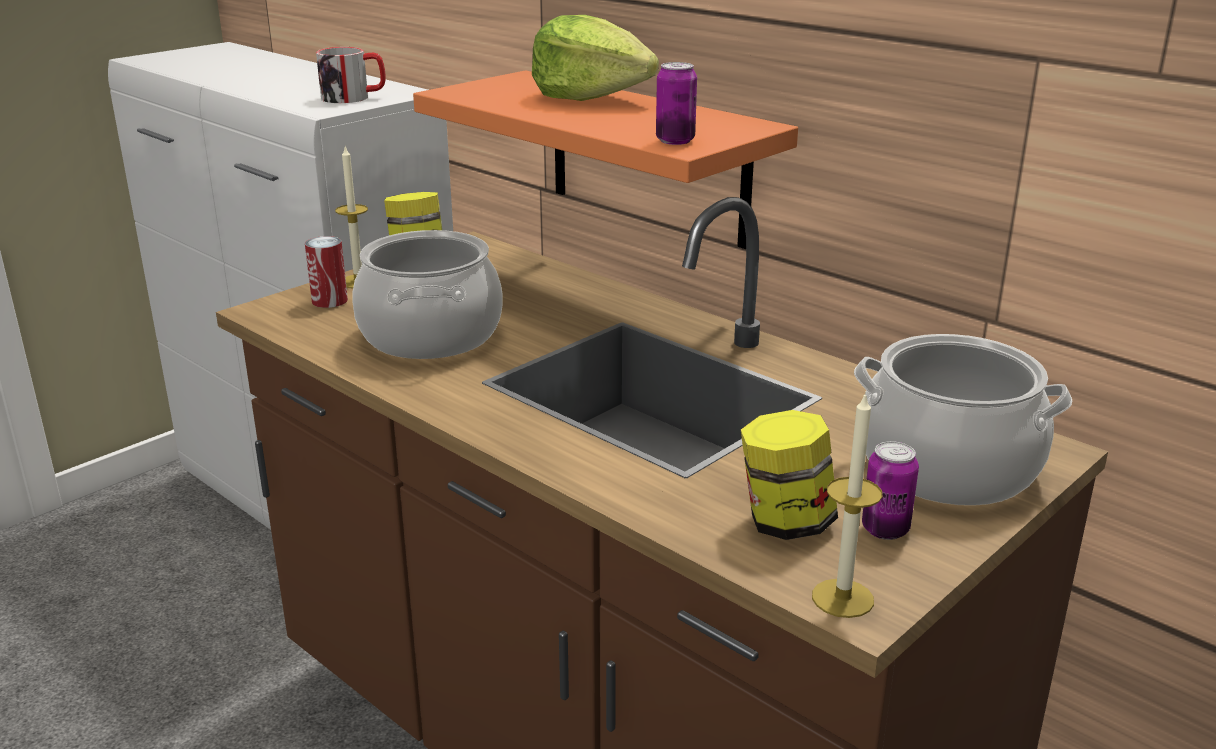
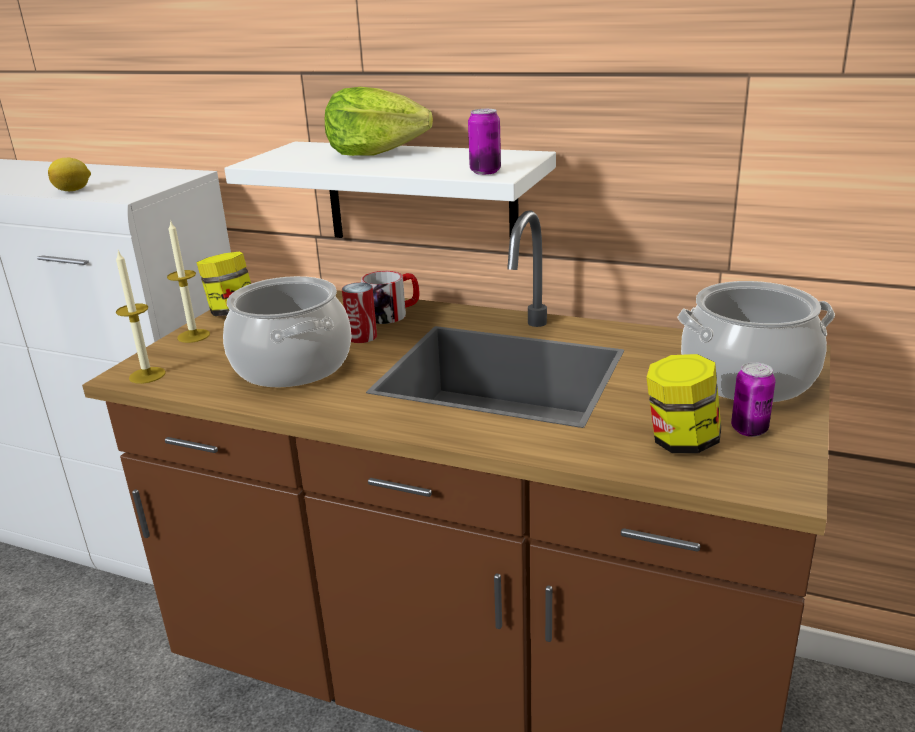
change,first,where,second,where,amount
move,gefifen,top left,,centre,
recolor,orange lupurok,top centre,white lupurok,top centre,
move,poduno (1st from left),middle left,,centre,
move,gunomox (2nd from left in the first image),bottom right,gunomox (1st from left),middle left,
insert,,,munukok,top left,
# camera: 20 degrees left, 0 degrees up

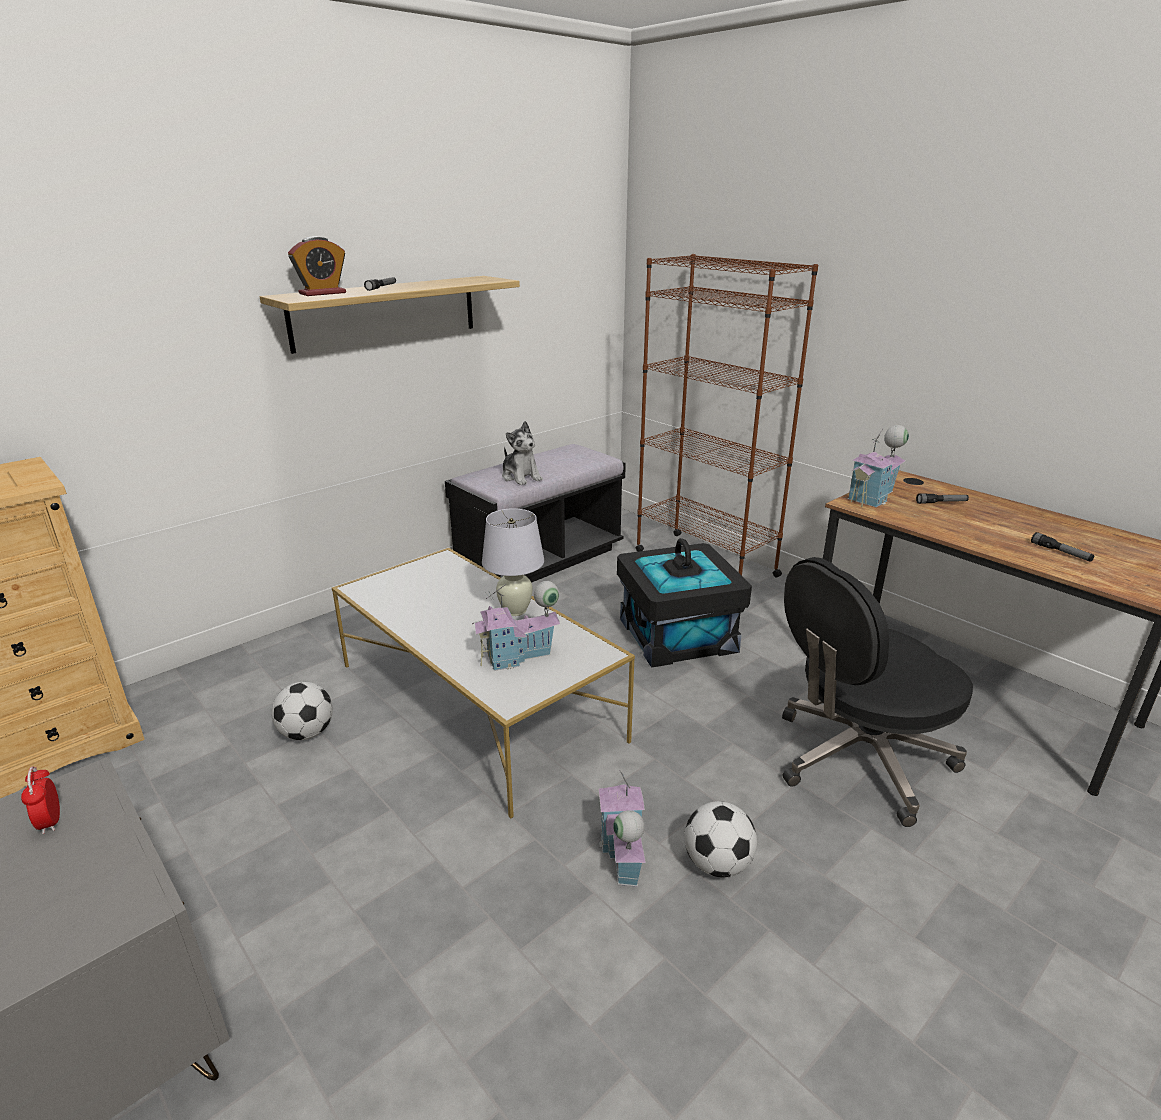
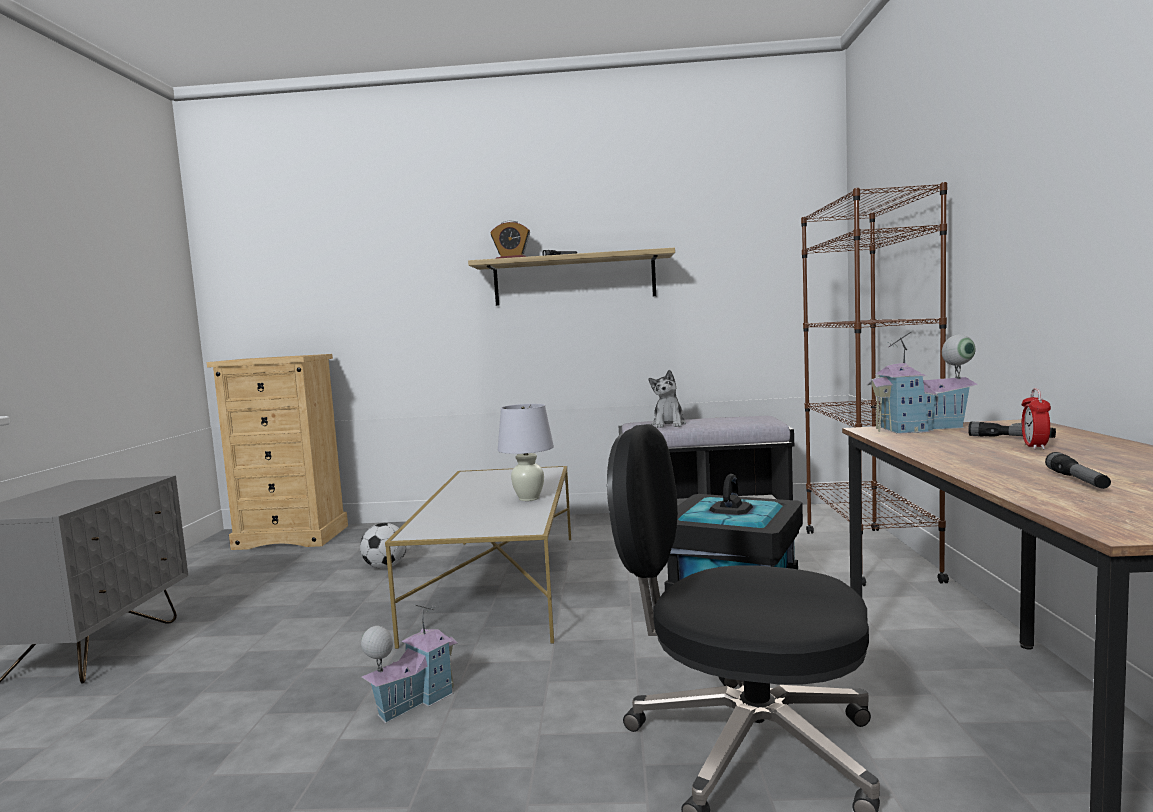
change,first,where,second,where,amount
delete,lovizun (1st from left),centre,,,
move,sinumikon (1st from left in the first image),bottom left,sinumikon (2nd from left),middle right,
delete,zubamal (2nd from left),bottom centre,,,
# camera: 45 degrees right, 20 degrees down

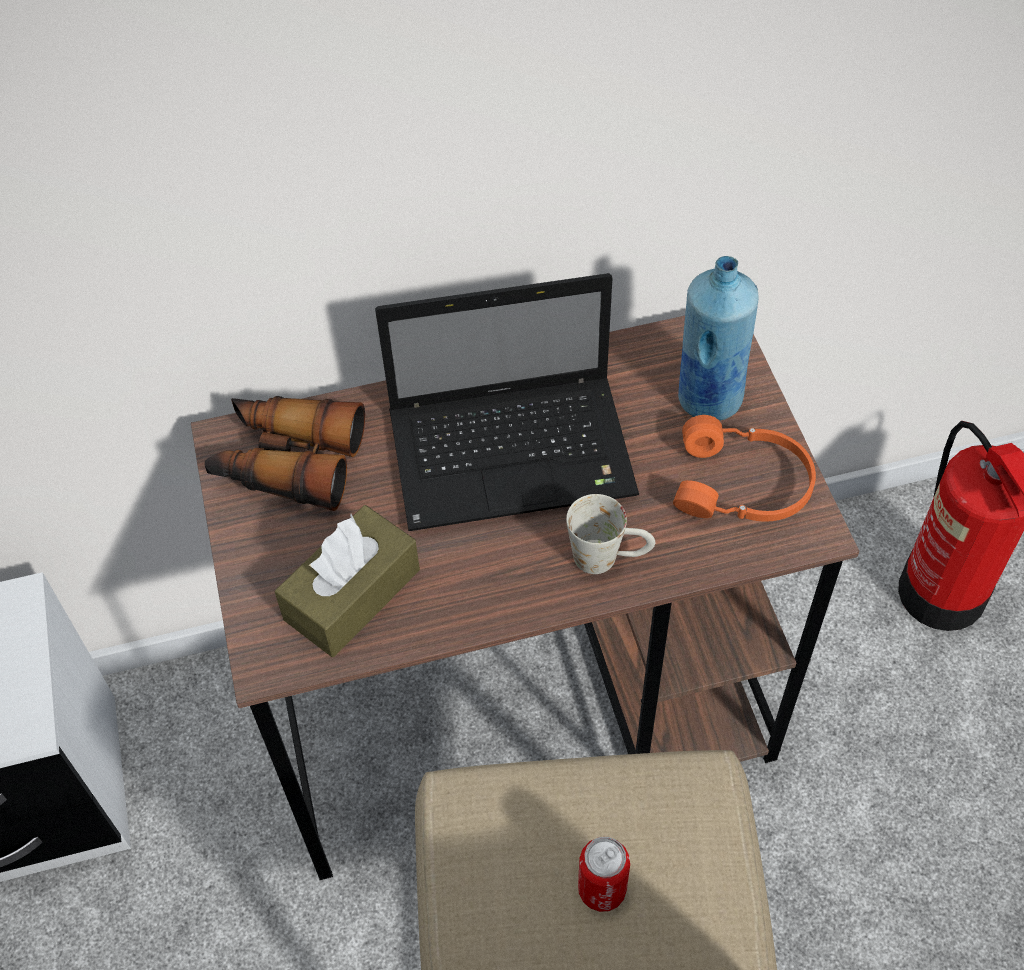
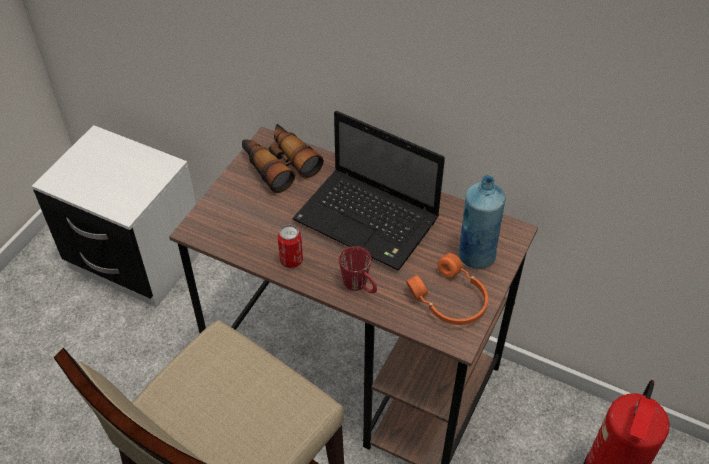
change,first,where,second,where,amount
recolor,white gefifen,centre,red gefifen,centre,
delete,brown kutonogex,centre,,,
move,poduno,bottom centre,,centre,
# camera: 40 degrees right, 5 degrees down

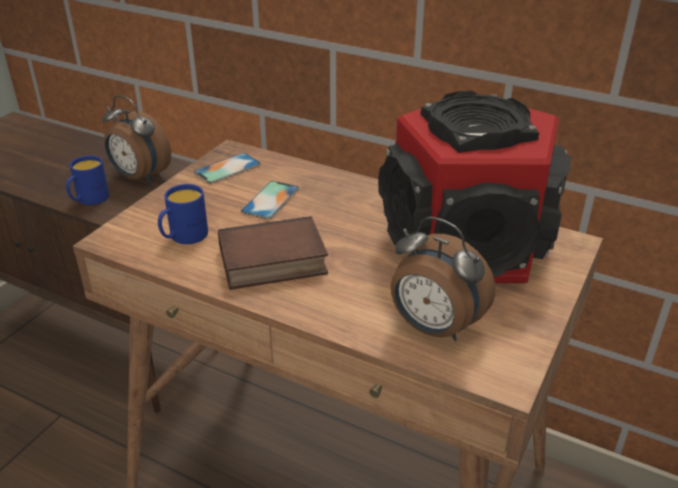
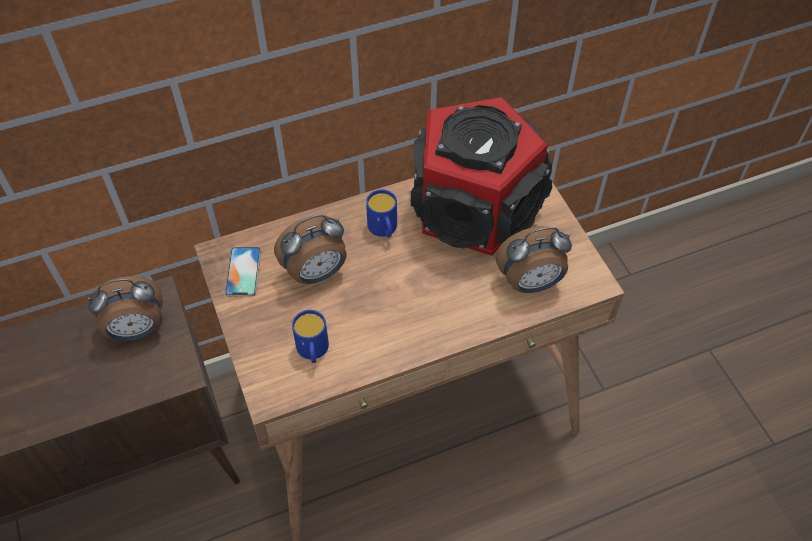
change,first,where,second,where,amount
move,blue gefifen (1st from left in the first image),middle left,blue gefifen (2nd from left),centre,
replace,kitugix (2nd from left),centre,sinumikon (2nd from left),centre,
delete,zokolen,centre,,,
# camera: 50 degrees left, 20 degrees up

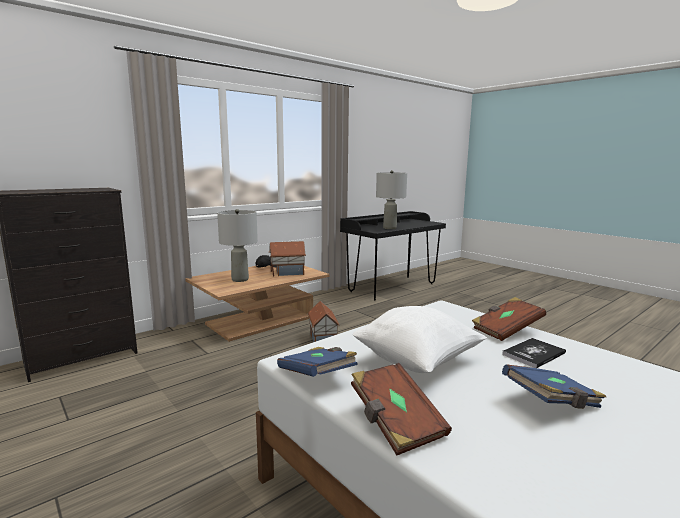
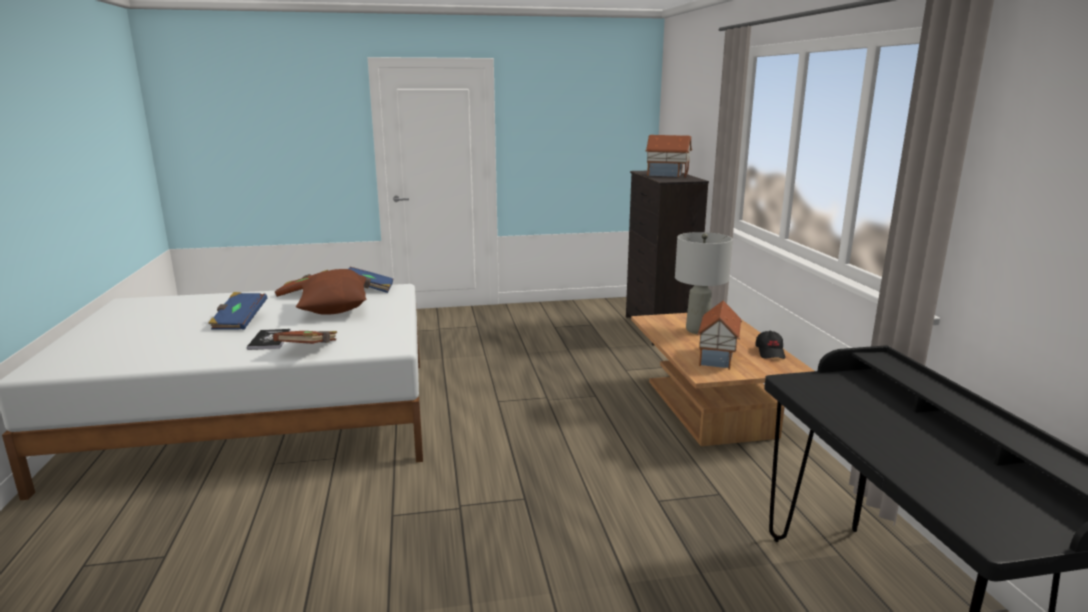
change,first,where,second,where,amount
delete,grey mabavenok (2nd from left),centre,,,
move,lovizun (2nd from left in the first image),centre,lovizun (1st from left),top centre,
recolor,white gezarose,centre,brown gezarose,middle left,
# camera: 120 degrees right, 5 degrees up

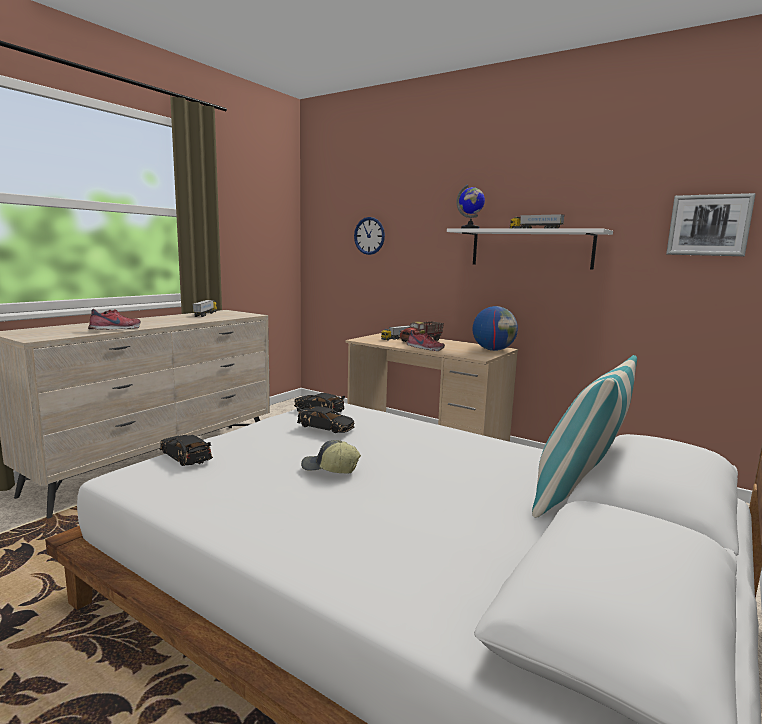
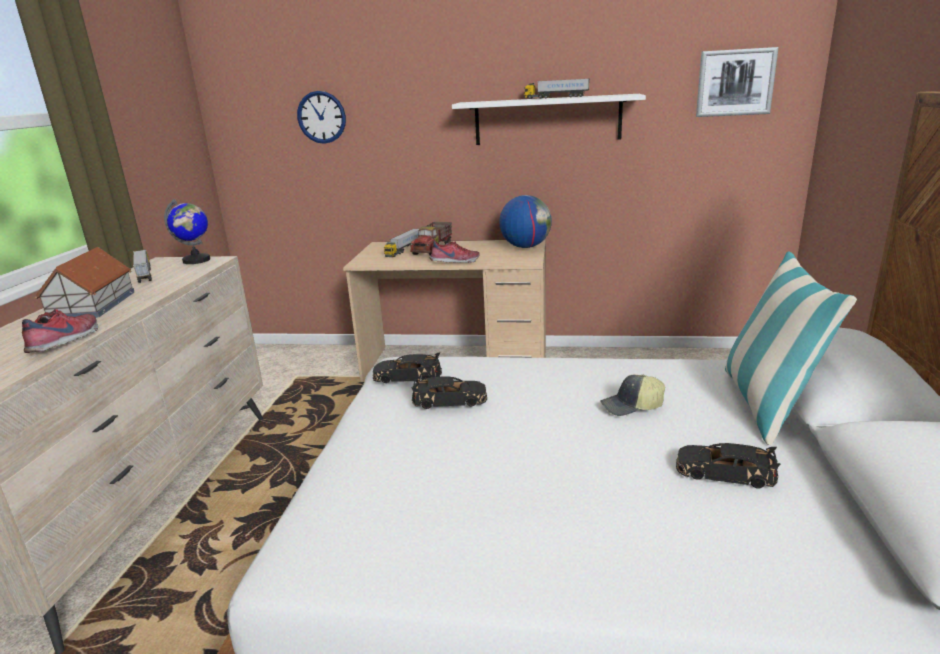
change,first,where,second,where,amount
move,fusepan (1st from left),top centre,,middle left,
move,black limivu (1st from left in the first image),middle left,black limivu (3rd from left),bottom right,
move,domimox,centre,,middle right,
insert,,,lovizun,middle left,
# camera: 25 degrees left, 10 degrees up

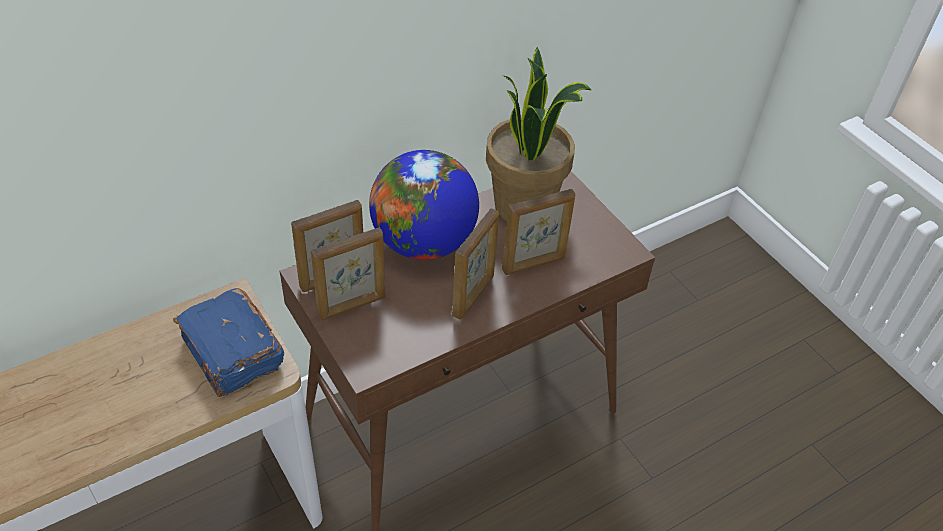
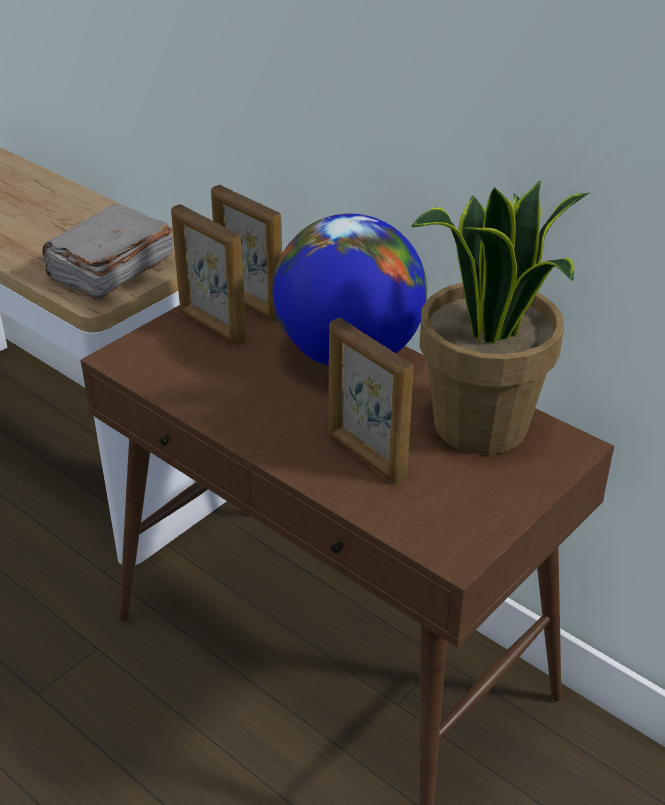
change,first,where,second,where,amount
delete,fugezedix (3rd from left),centre,,,
recolor,blue zokolen,middle left,grey zokolen,top left,
# camera: 75 degrees right, 10 degrees down

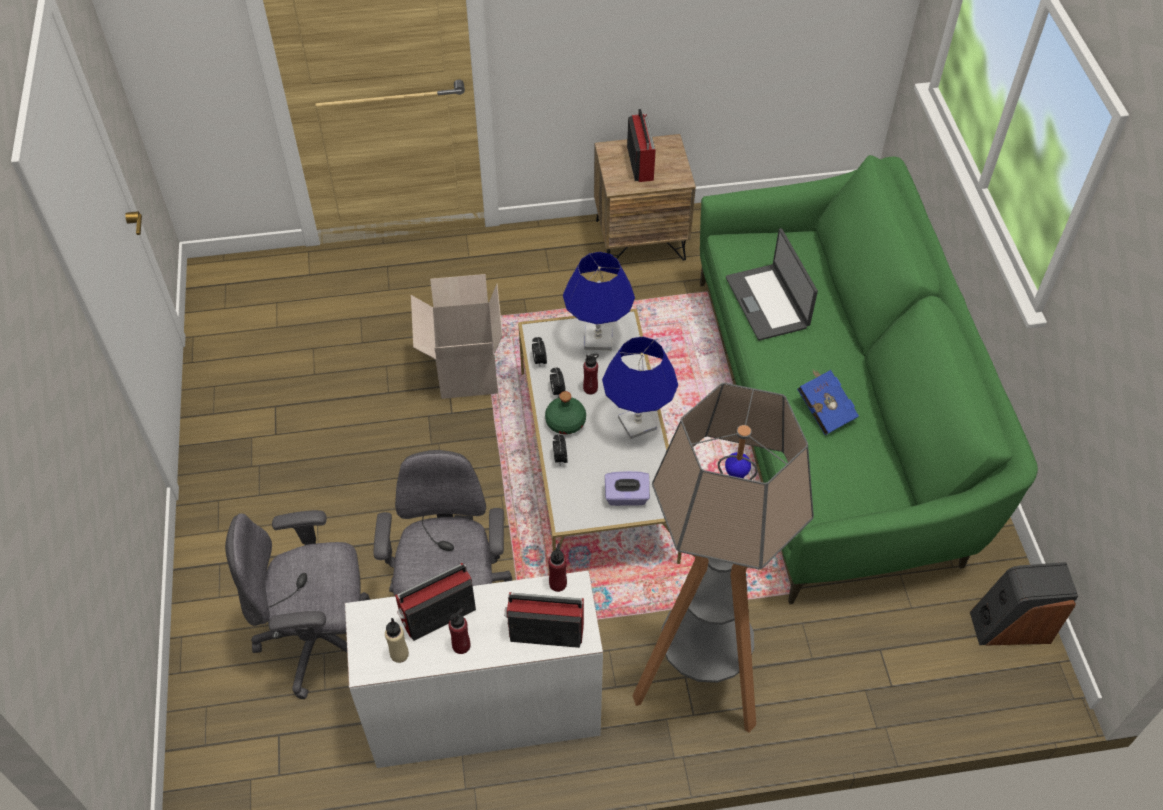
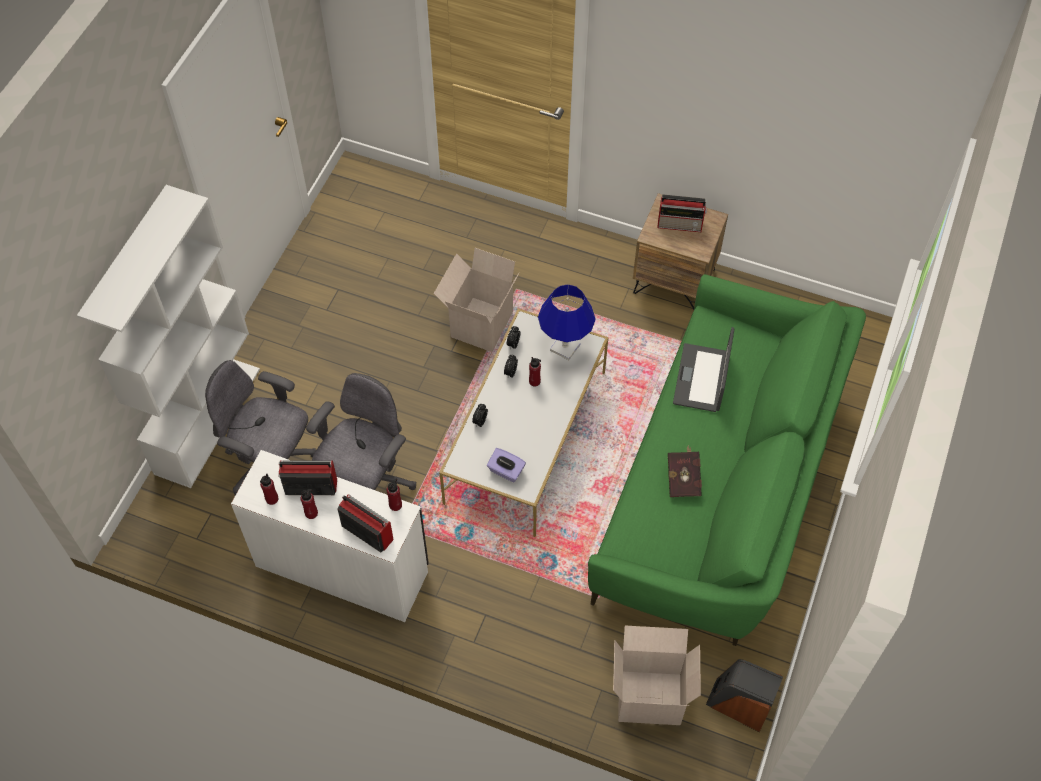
change,first,where,second,where,amount
rotate,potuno (3rd from left),top centre,,top centre,75 degrees clockwise
delete,blue mabavenok (2nd from left),centre,,,
recolor,blue zokolen,middle right,red zokolen,centre,
delete,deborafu,bottom centre,,,
delete,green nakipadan,centre,,,
recolor,beige nakipadan,bottom centre,red nakipadan (1st from left),middle left,
insert,,,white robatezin,middle left,
insert,,,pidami (2nd from left),bottom centre,
# camera: 30 degrees right, 5 degrees up

